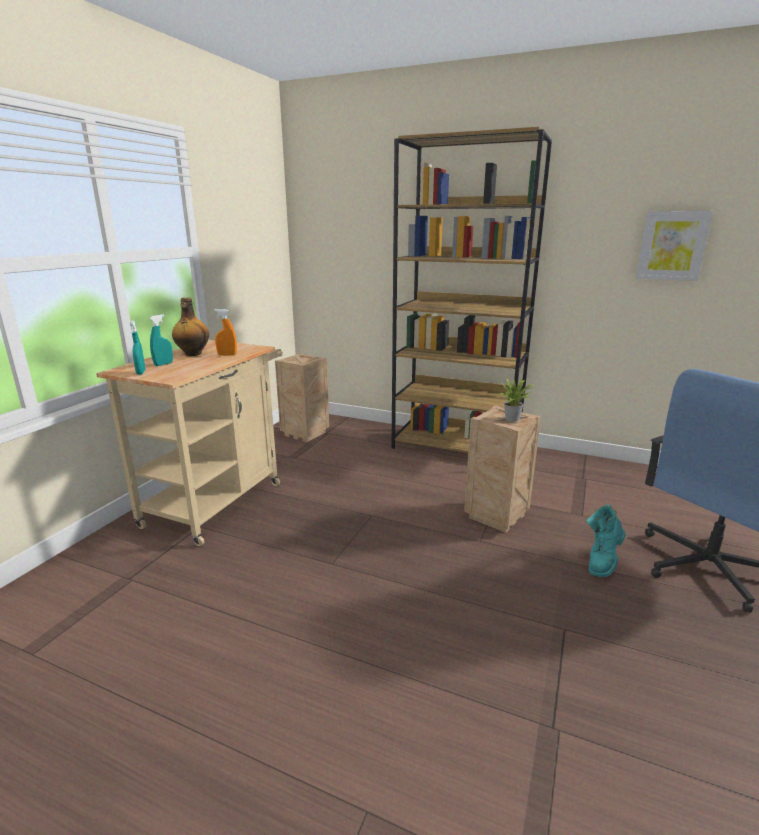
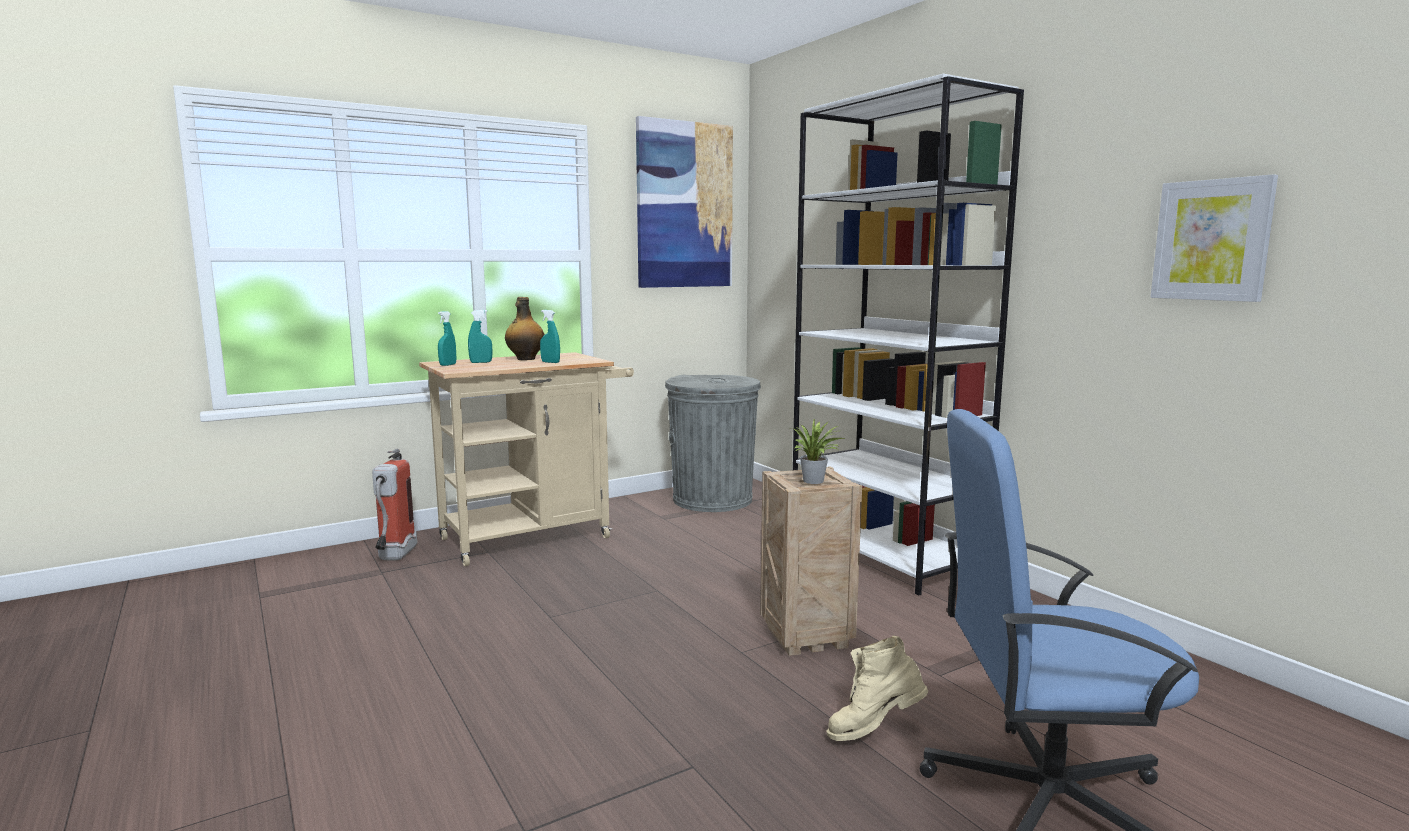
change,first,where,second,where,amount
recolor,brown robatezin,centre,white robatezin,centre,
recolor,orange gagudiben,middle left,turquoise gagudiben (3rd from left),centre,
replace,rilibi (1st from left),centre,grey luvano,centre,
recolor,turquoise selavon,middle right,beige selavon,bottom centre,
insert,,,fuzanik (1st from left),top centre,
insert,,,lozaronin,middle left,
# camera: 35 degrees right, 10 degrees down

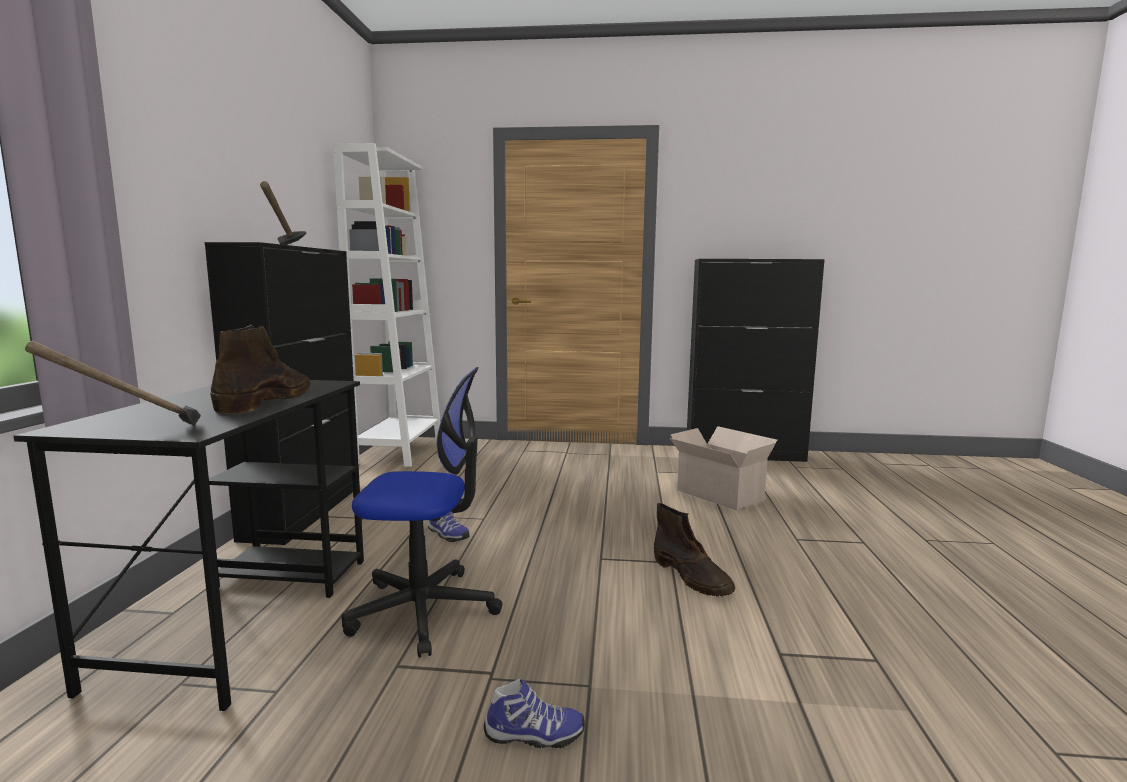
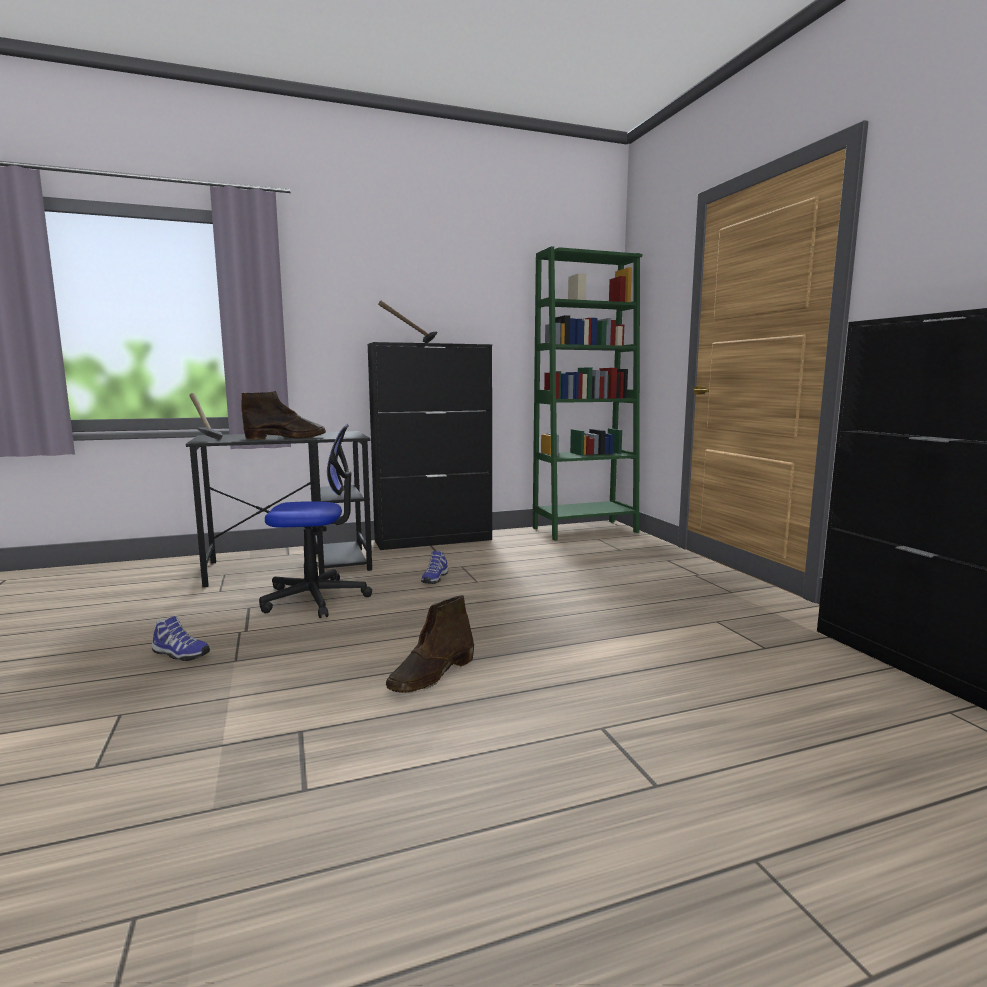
change,first,where,second,where,amount
recolor,white robatezin,centre,green robatezin,centre,
rotate,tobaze,centre,,middle left,75 degrees counterclockwise
delete,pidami,centre,,,
rotate,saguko (2nd from left in the first image),bottom centre,saguko (1st from left),middle left,45 degrees counterclockwise
# camera: 65 degrees right, 0 degrees up

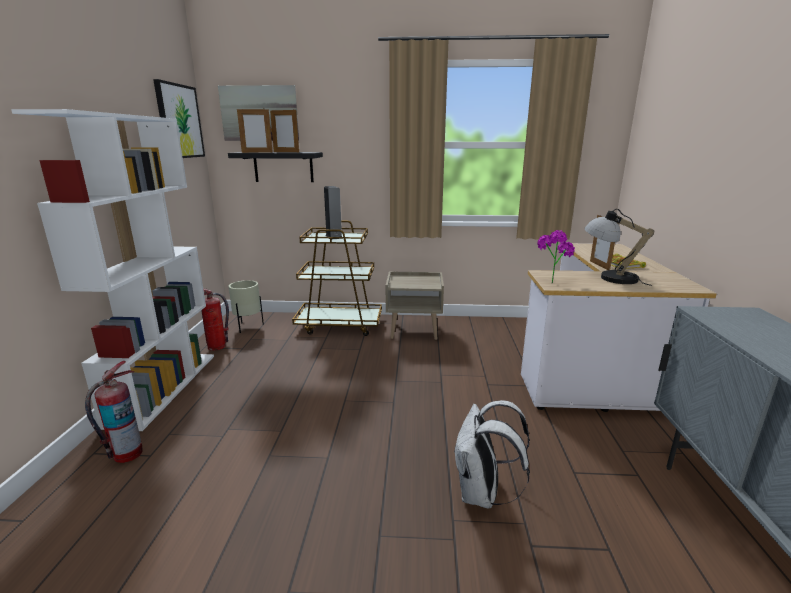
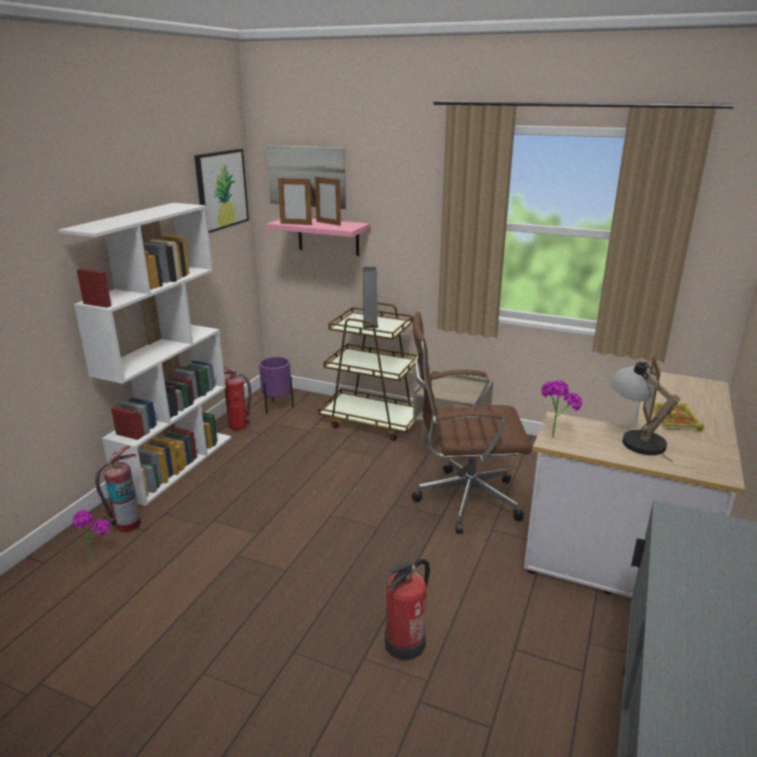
change,first,where,second,where,amount
recolor,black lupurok,top centre,pink lupurok,top centre,
recolor,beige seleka,middle left,purple seleka,centre,
replace,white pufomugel,bottom centre,lozaronin (3rd from left),bottom centre,
insert,,,brown tobaze,centre,
insert,,,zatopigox (1st from left),bottom left,
# camera: 20 degrees right, 5 degrees up

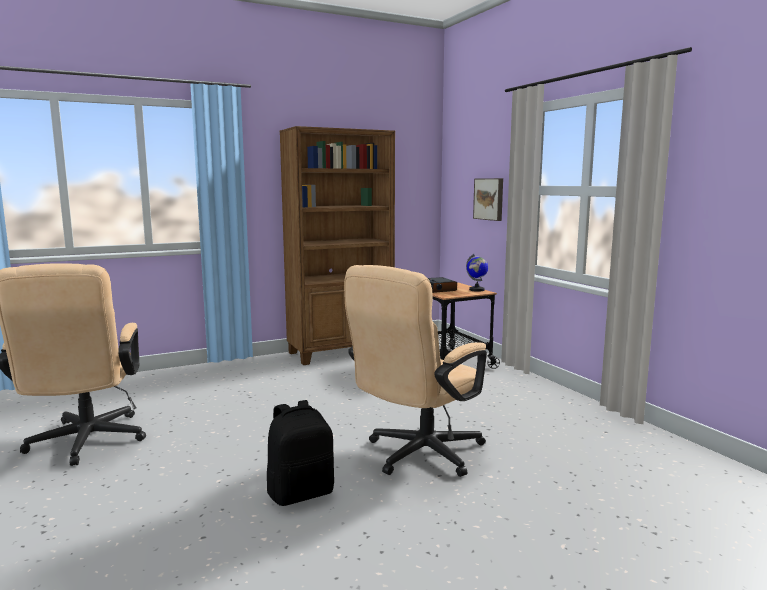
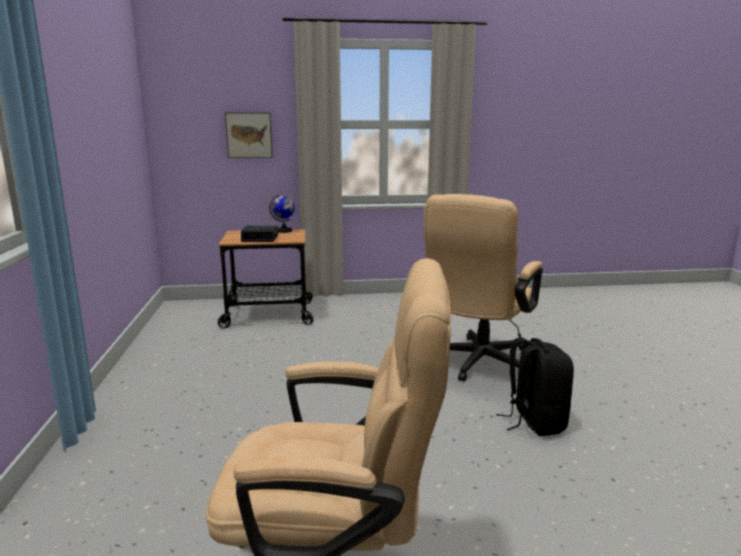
change,first,where,second,where,amount
delete,brown robatezin,centre,,,
rotate,beige tobaze (2nd from left),centre,,centre,60 degrees clockwise
# camera: 70 degrees left, 5 degrees up

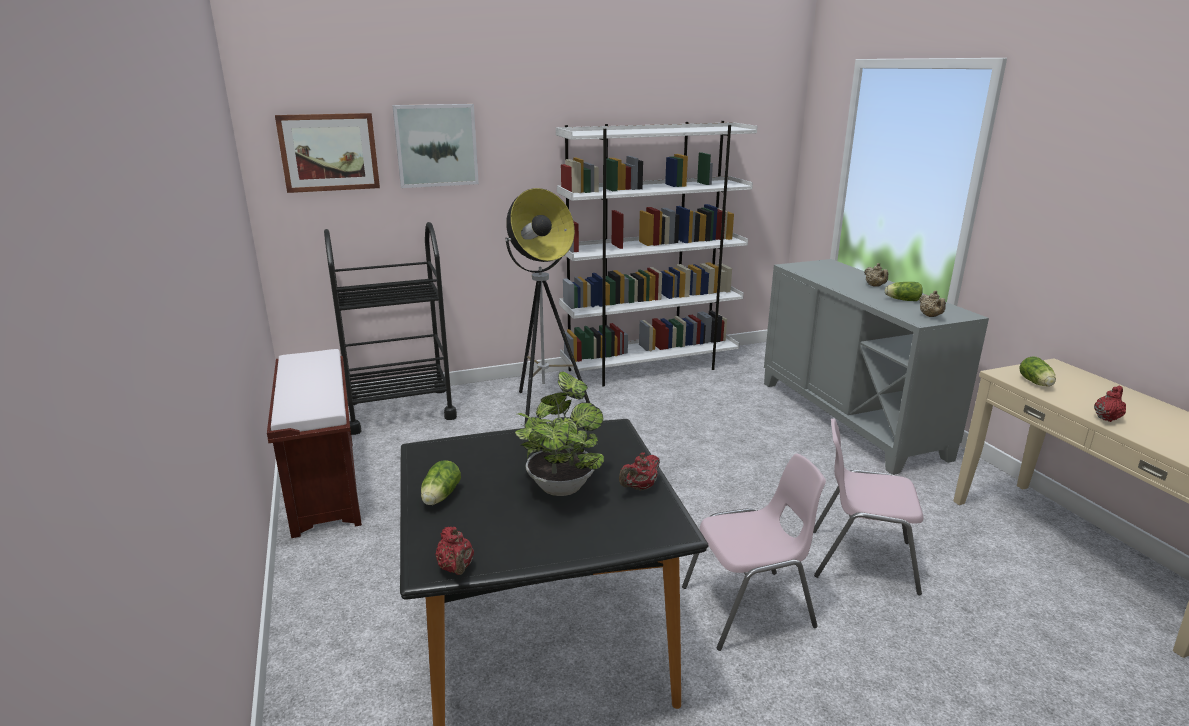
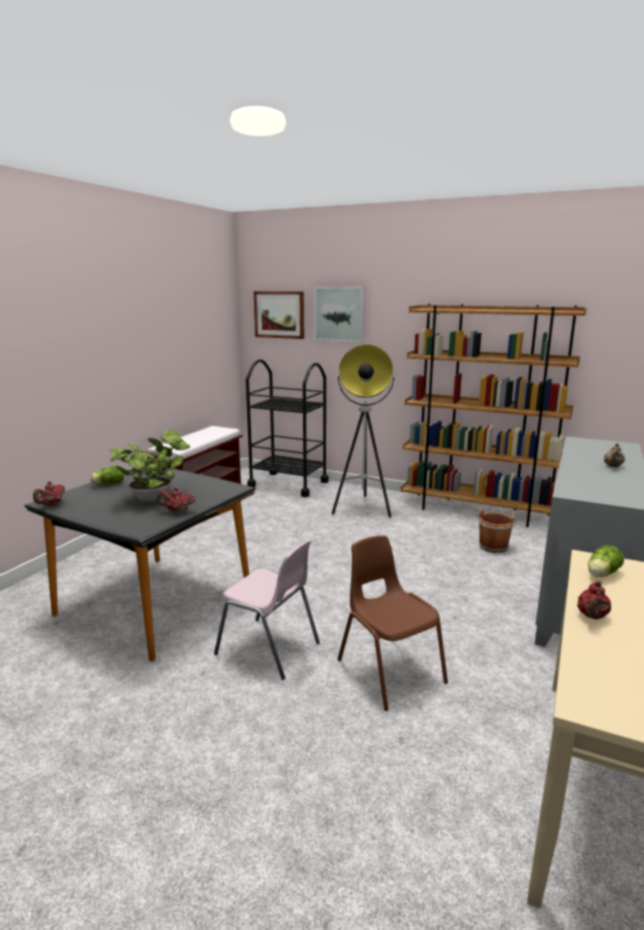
change,first,where,second,where,amount
recolor,white robatezin,centre,brown robatezin,middle right,
delete,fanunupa (2nd from left),middle right,,,
delete,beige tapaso (2nd from left),middle right,,,
rotate,red tapaso (3rd from left),middle right,,middle right,120 degrees clockwise
recolor,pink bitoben (2nd from left),bottom right,brown bitoben,bottom centre,
insert,,,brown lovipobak,middle right,
# camera: 45 degrees right, 5 degrees down

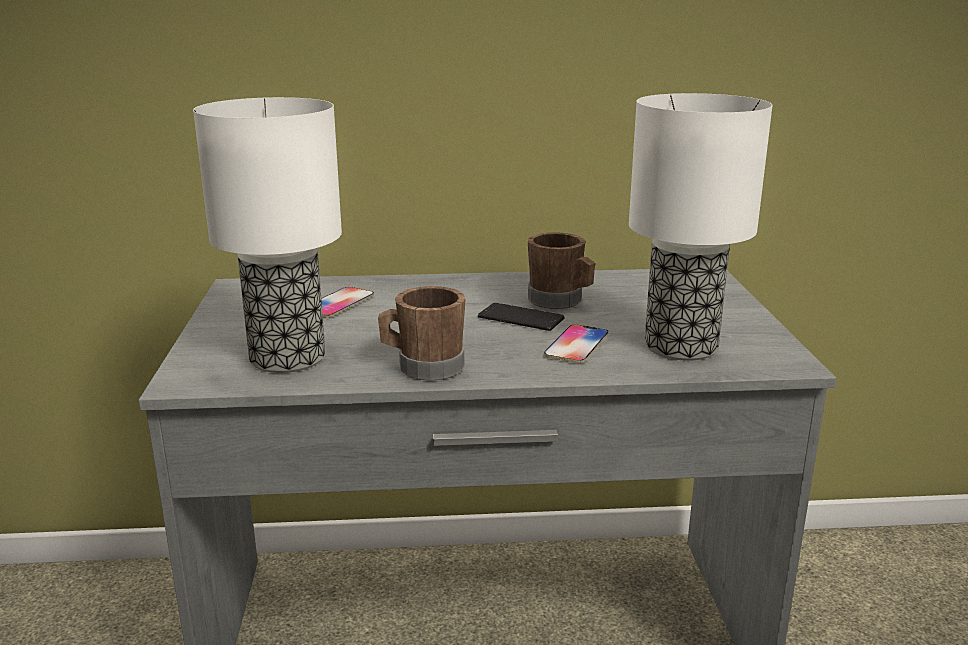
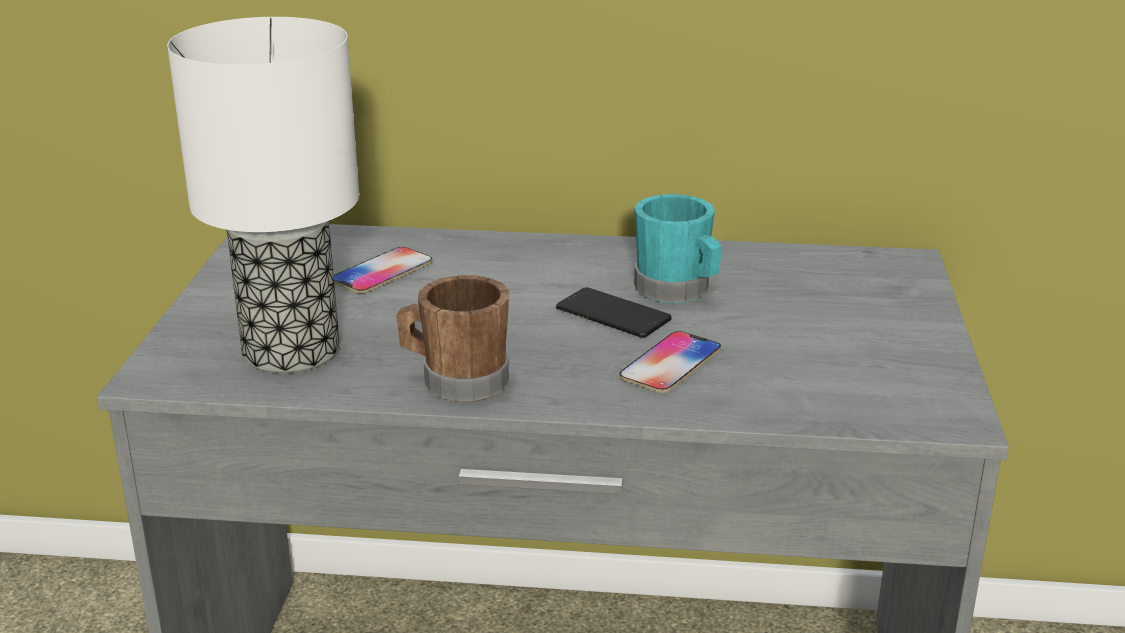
change,first,where,second,where,amount
delete,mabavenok (2nd from left),middle right,,,
recolor,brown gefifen (2nd from left),centre,turquoise gefifen,centre,
# camera: 10 degrees right, 5 degrees up

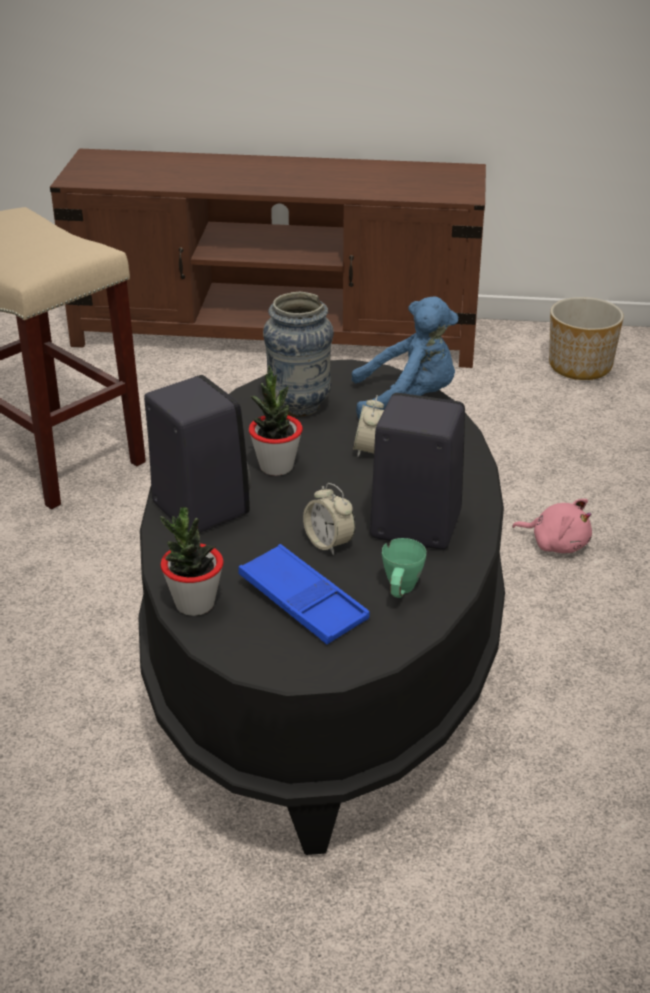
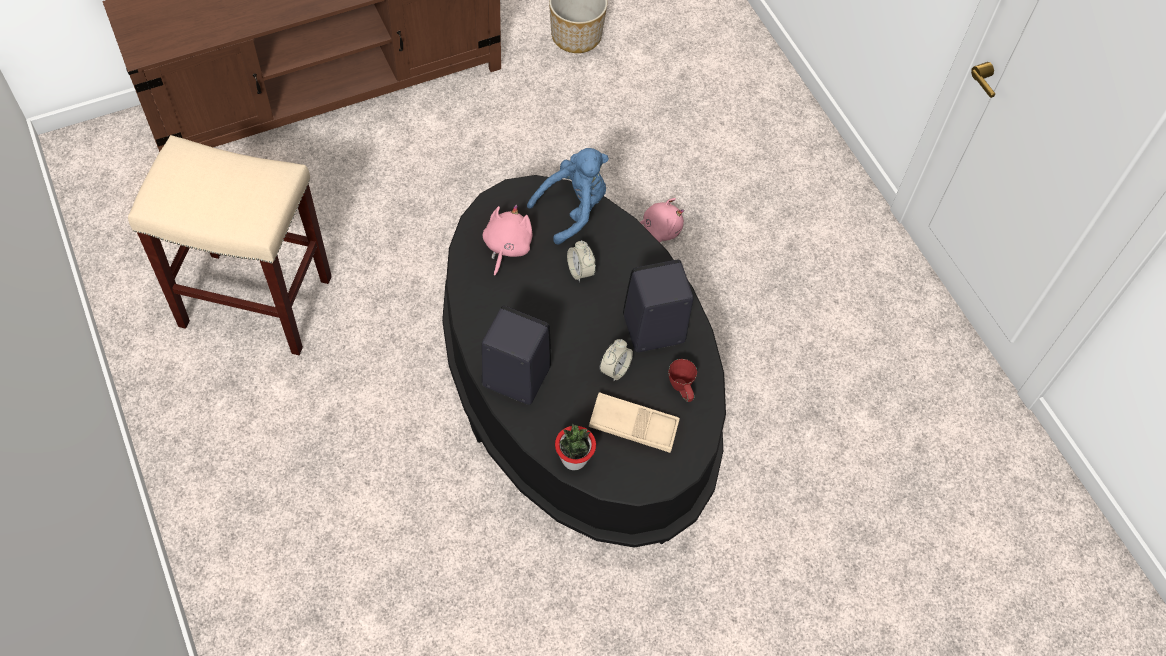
change,first,where,second,where,amount
replace,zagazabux,centre,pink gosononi (1st from left),centre,
delete,zatopigox (2nd from left),centre,,,
rotate,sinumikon (1st from left in the first image),centre,sinumikon (2nd from left),centre,75 degrees counterclockwise
recolor,green gefifen,centre,red gefifen,centre,
recolor,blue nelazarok,centre,beige nelazarok,centre,
# camera: 35 degrees left, 25 degrees up

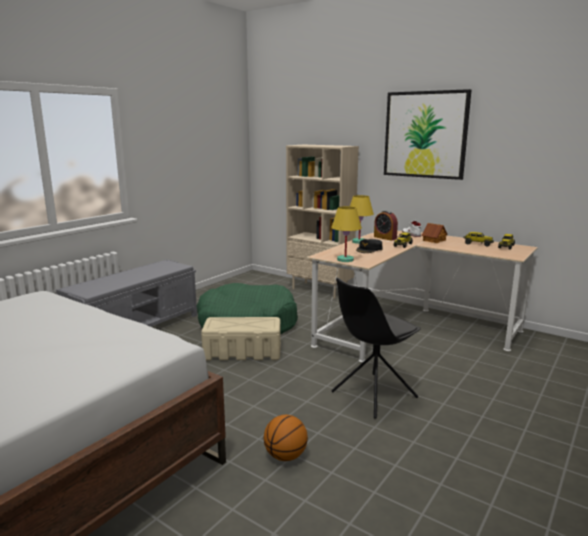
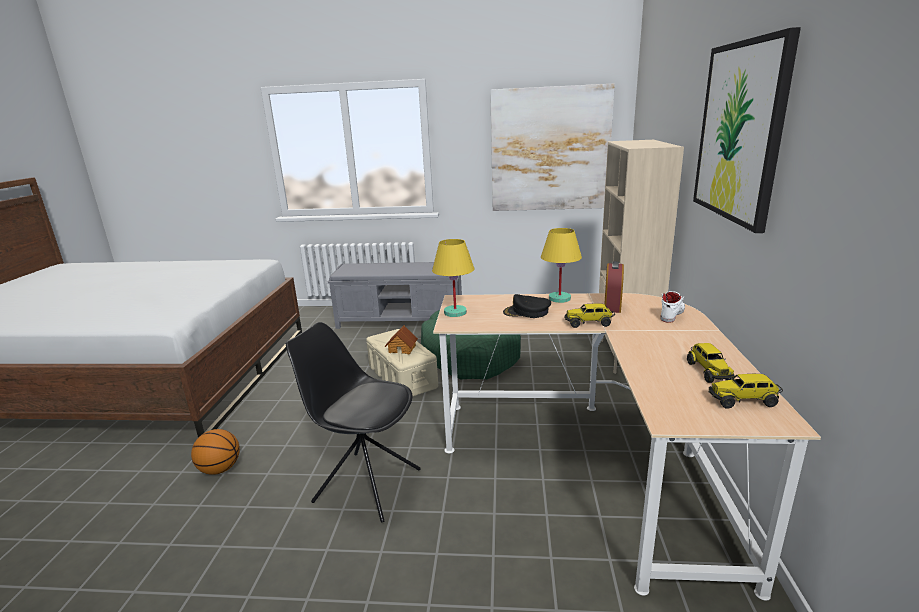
change,first,where,second,where,amount
move,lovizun,middle right,,centre,
insert,,,fuzanik (1st from left),top centre,
# camera: 60 degrees right, 5 degrees up

